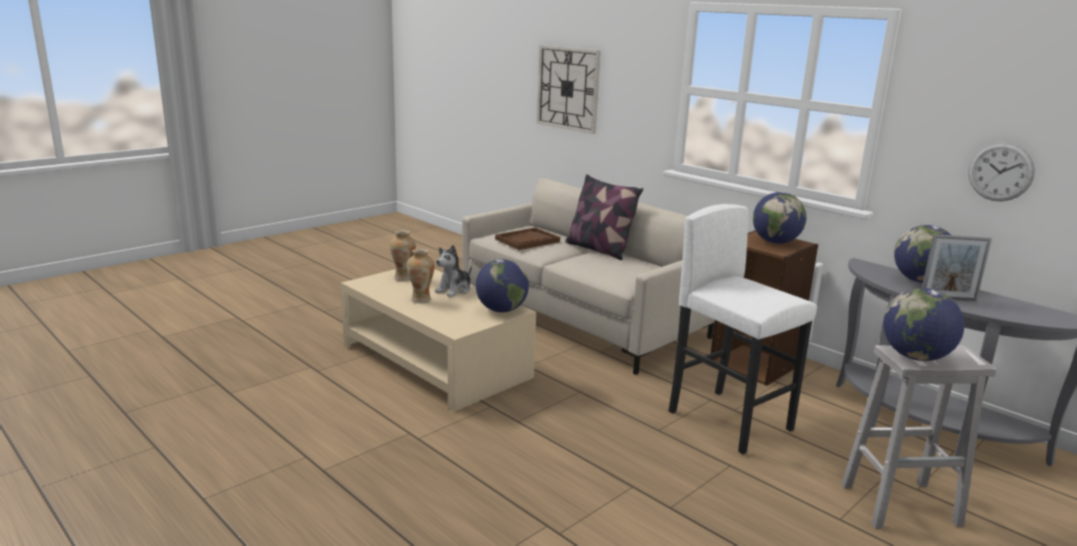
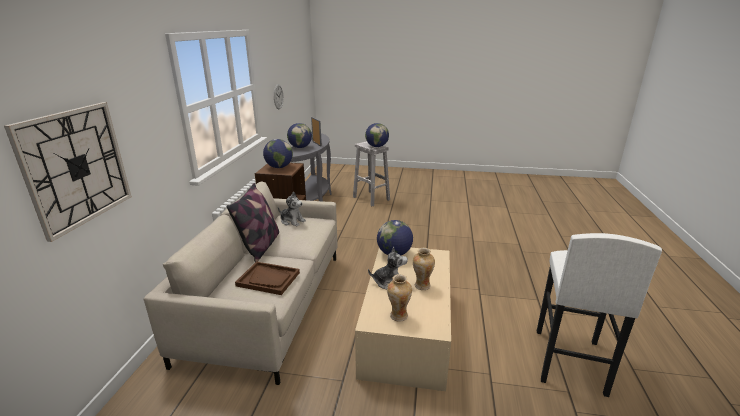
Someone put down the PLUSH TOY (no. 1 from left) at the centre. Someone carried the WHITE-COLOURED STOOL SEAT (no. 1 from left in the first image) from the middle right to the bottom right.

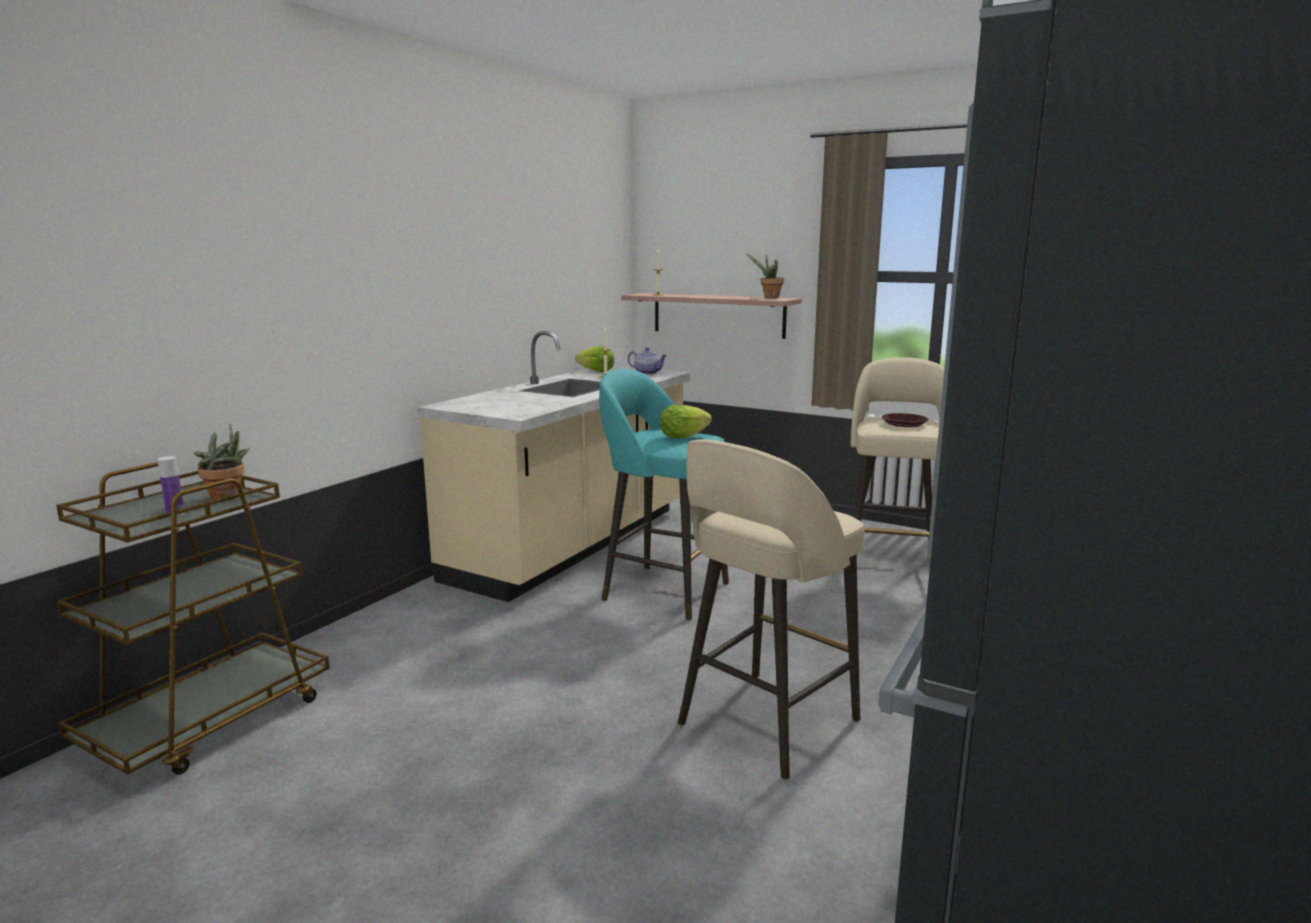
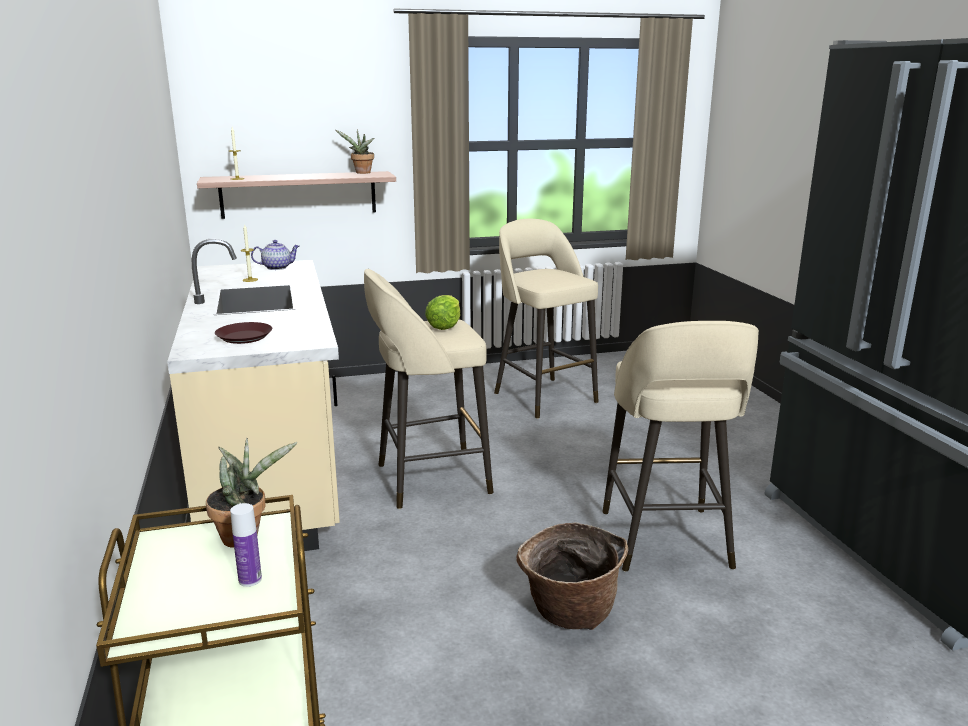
Someone took away the LETTUCE (no. 1 from left) at the centre. Someone put down the BASKET at the bottom centre. Someone carried the BROWN-COLOURED PLATE from the middle right to the middle left. Someone repainted the TURQUOISE-COLOURED STOOL SEAT at the centre, which became the BEIGE STOOL SEAT (no. 1 from left) at the centre.

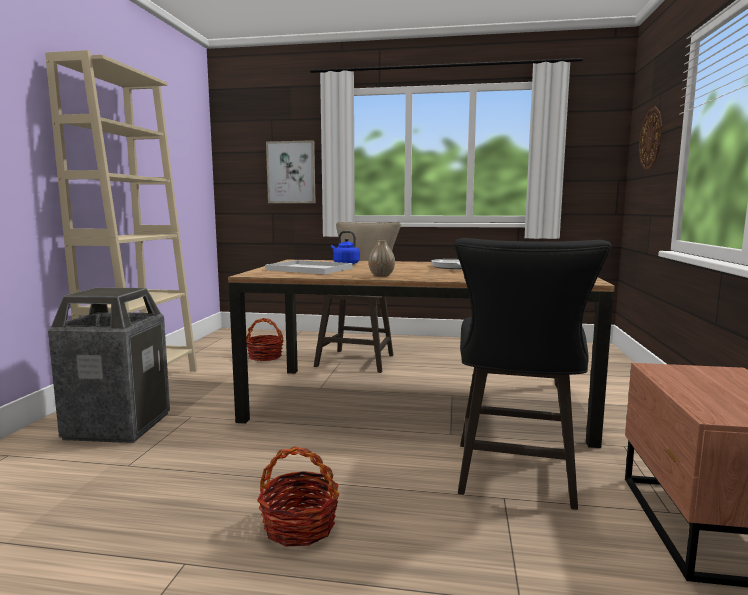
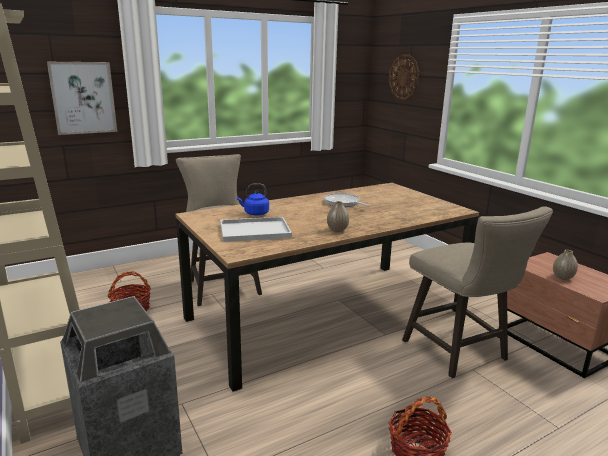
Someone put down the DECORATIVE VASE (no. 2 from left) at the middle right. Someone repainted the BLACK-COLOURED STOOL SEAT at the middle right, which became the BEIGE STOOL SEAT (no. 2 from left) at the middle right.

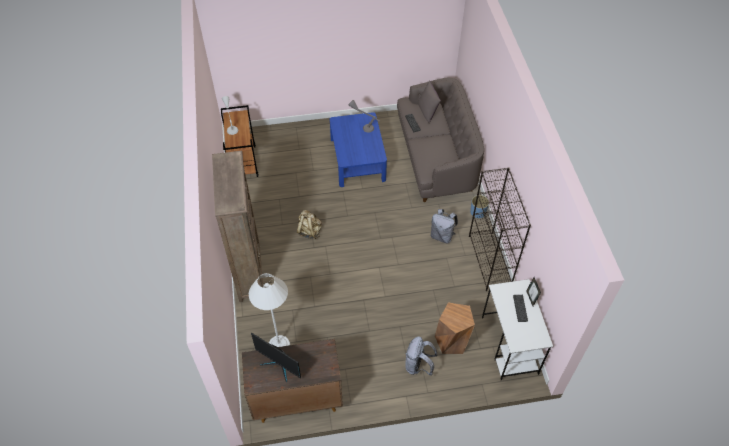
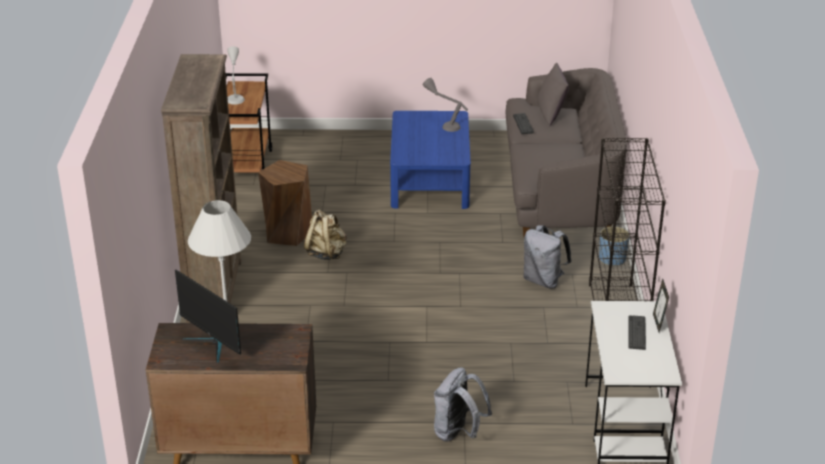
Someone carried the BROWN-COLOURED STOOL SEAT from the bottom centre to the centre.

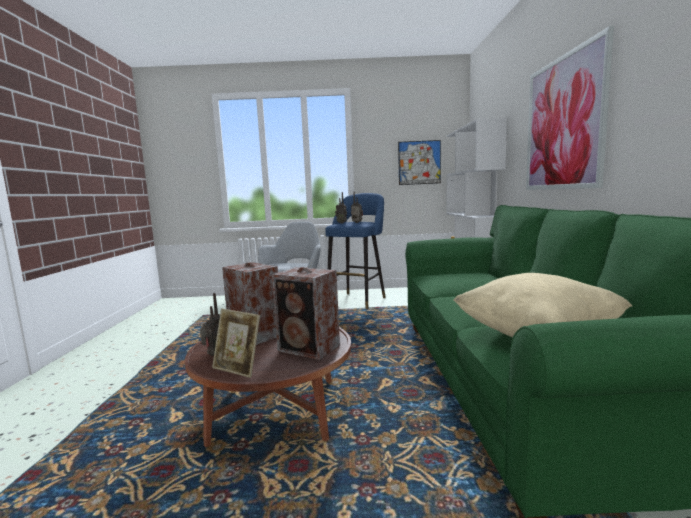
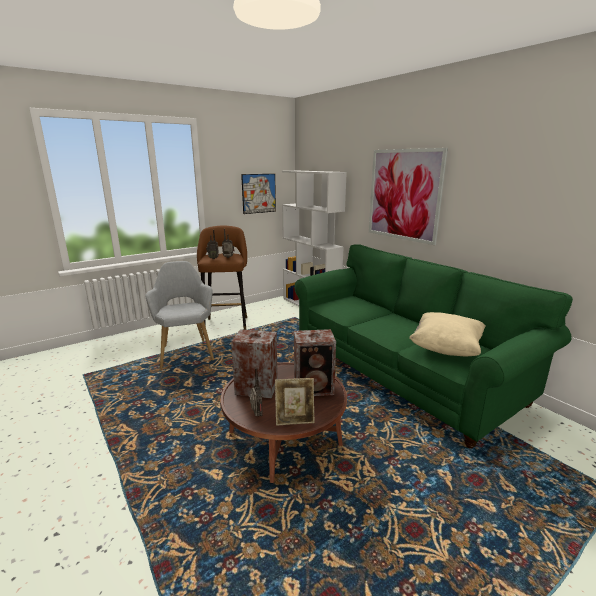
Someone repainted the BLUISH STOOL SEAT at the centre, which became the BROWN-COLOURED STOOL SEAT at the centre.

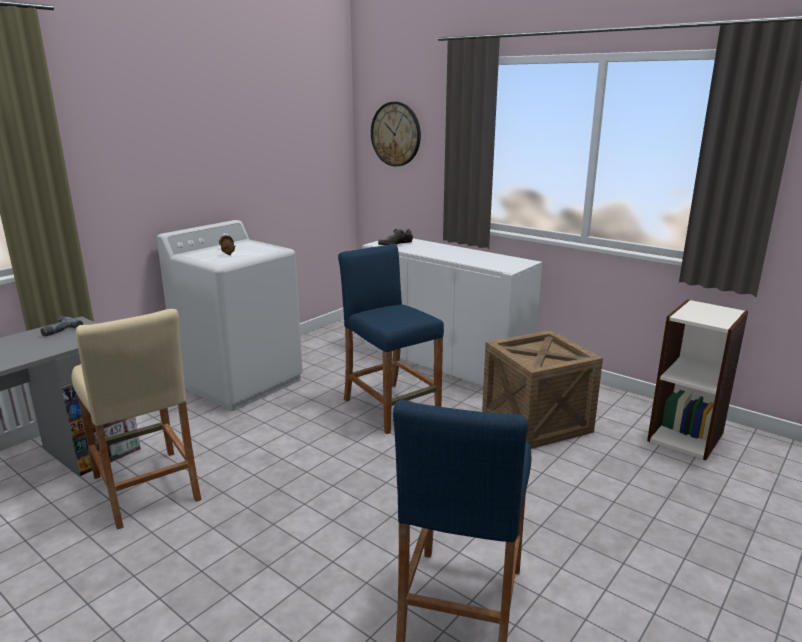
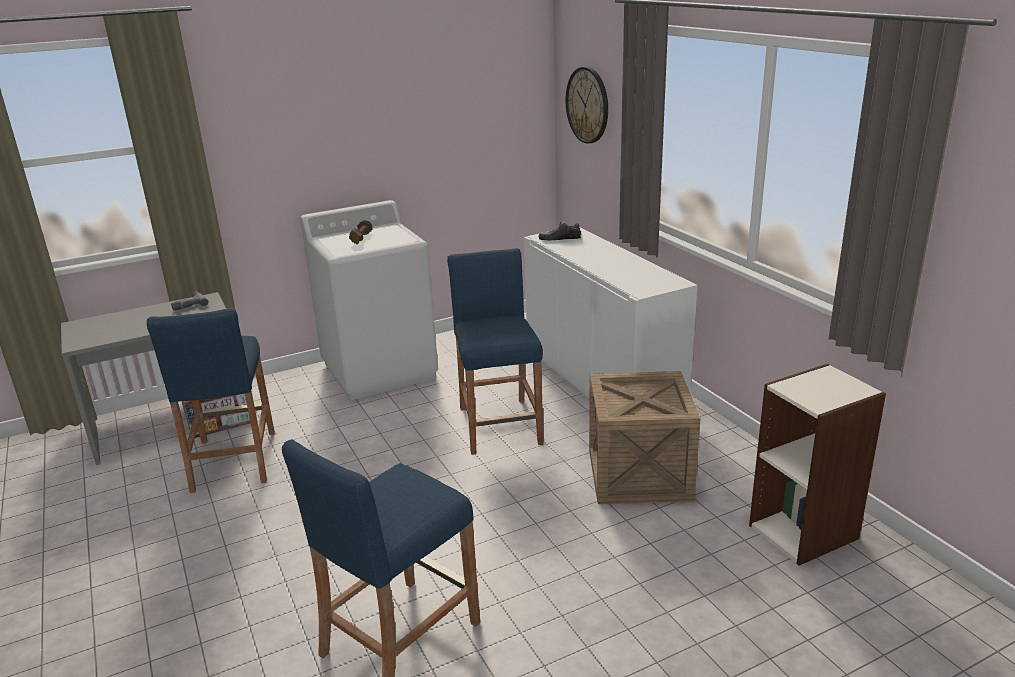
Someone repainted the BEIGE STOOL SEAT at the middle left, which became the BLUISH STOOL SEAT (no. 1 from left) at the middle left.

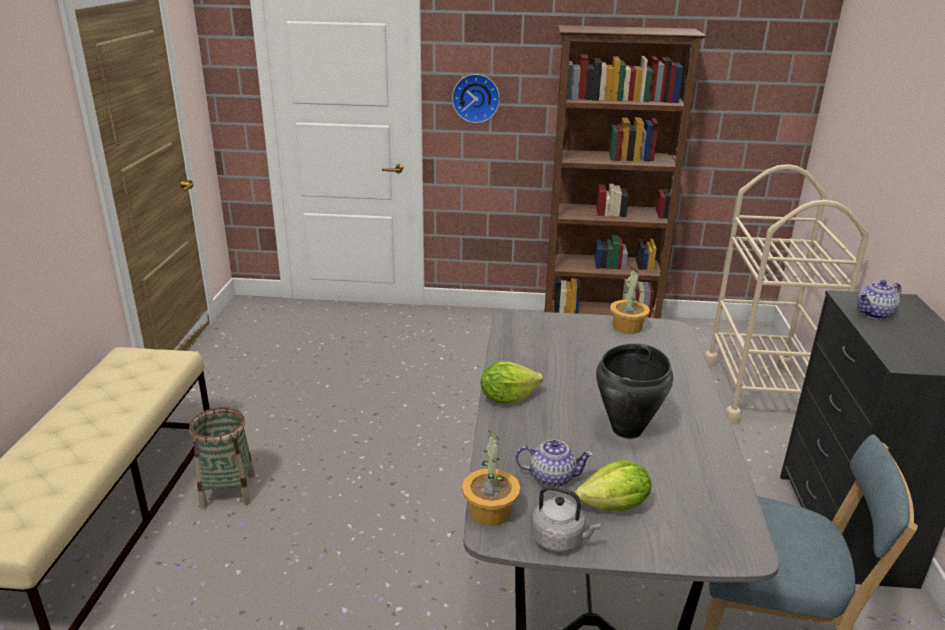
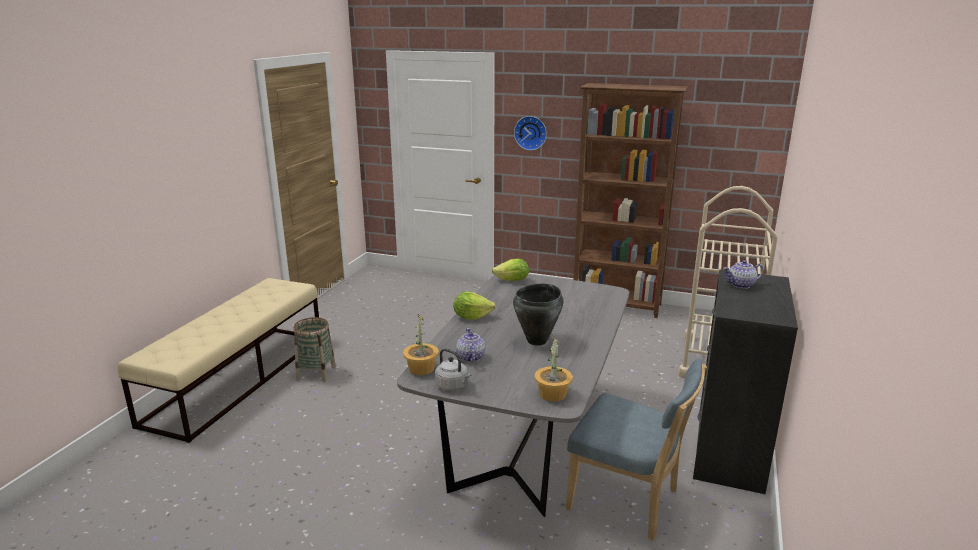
Someone carried the LETTUCE (no. 2 from left) from the bottom centre to the centre. Someone carried the HOUSEPLANT (no. 2 from left) from the middle right to the bottom centre. Someone rotated the POT FOR TEA (no. 1 from left) at the bottom centre by 120 degrees counterclockwise.

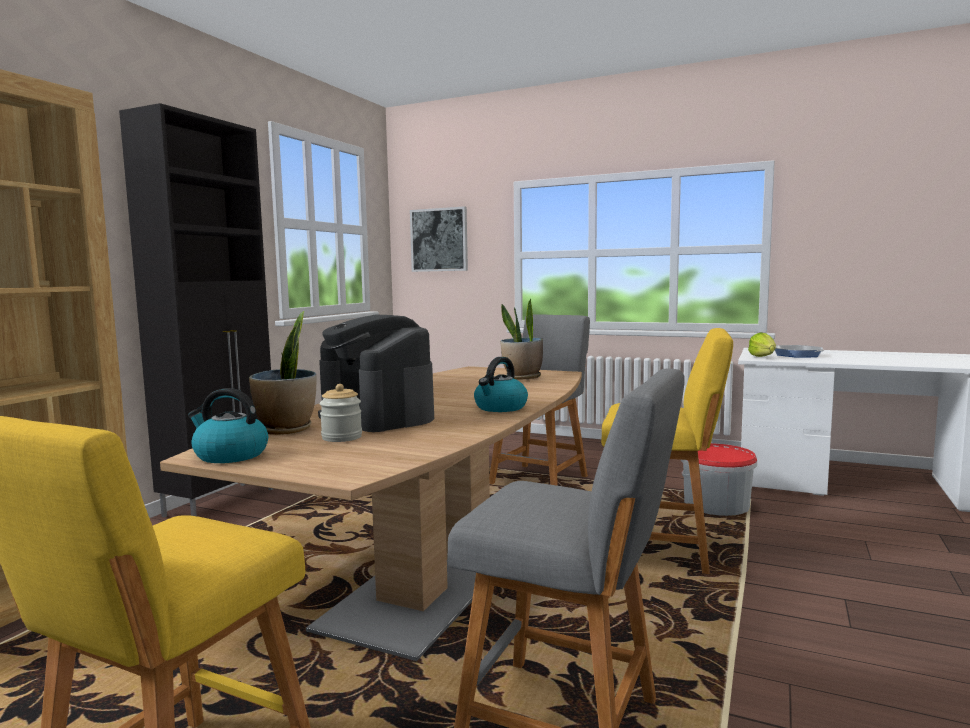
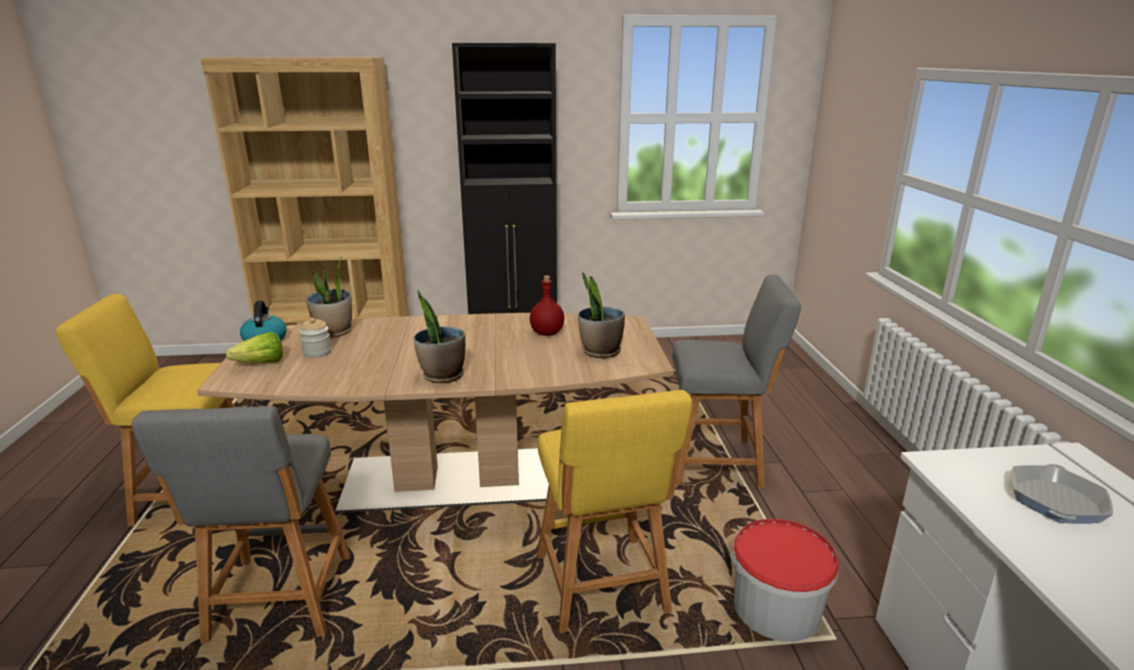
Someone took away the COFFEE MAKER at the centre. Someone took away the PICTURE at the top centre. Someone put down the RED BEVERAGE BOTTLE at the centre. Someone carried the LETTUCE from the middle right to the middle left. Someone swapped the WATER KETTLE (no. 2 from left) at the centre for the HOUSEPLANT (no. 2 from left) at the centre.

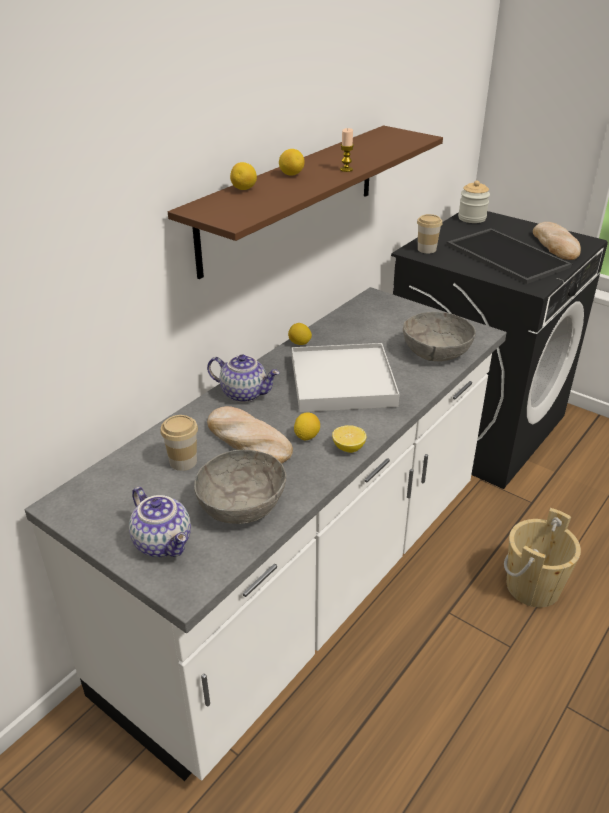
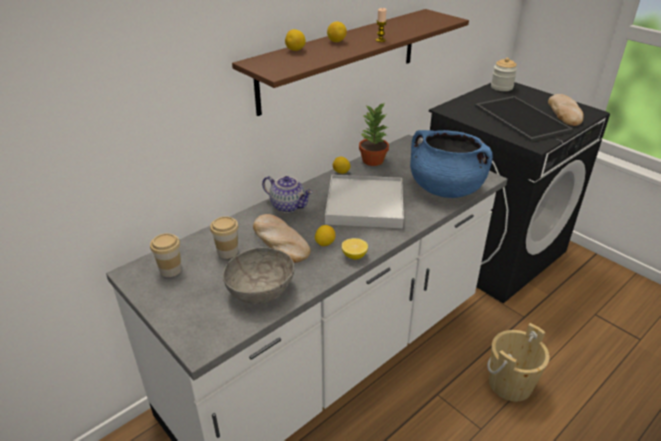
Someone took away the POT FOR TEA (no. 1 from left) at the middle left. Someone put down the HOUSEPLANT at the top centre. Someone carried the CUP (no. 2 from left in the first image) from the top right to the middle left. Someone swapped the GREYISH BOWL (no. 2 from left) at the middle right for the BLUISH COOKING POT at the middle right.

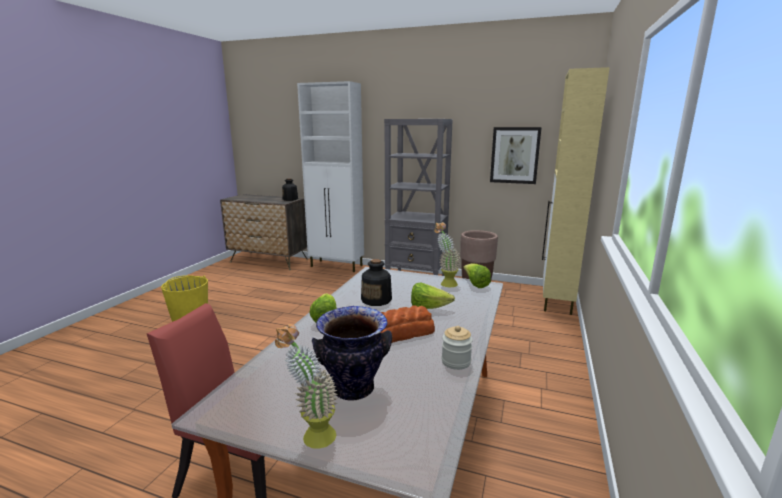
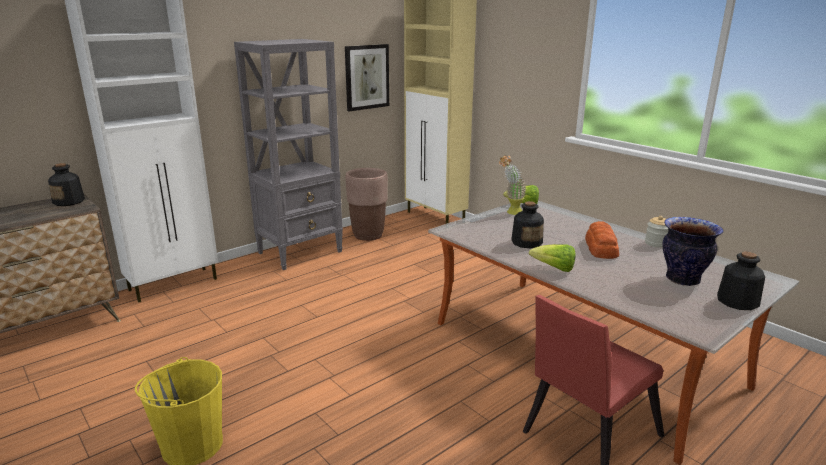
Someone took away the LETTUCE (no. 2 from left) at the centre. Someone swapped the HOUSEPLANT (no. 1 from left) at the bottom centre for the BEVERAGE BOTTLE (no. 3 from left) at the middle right.

